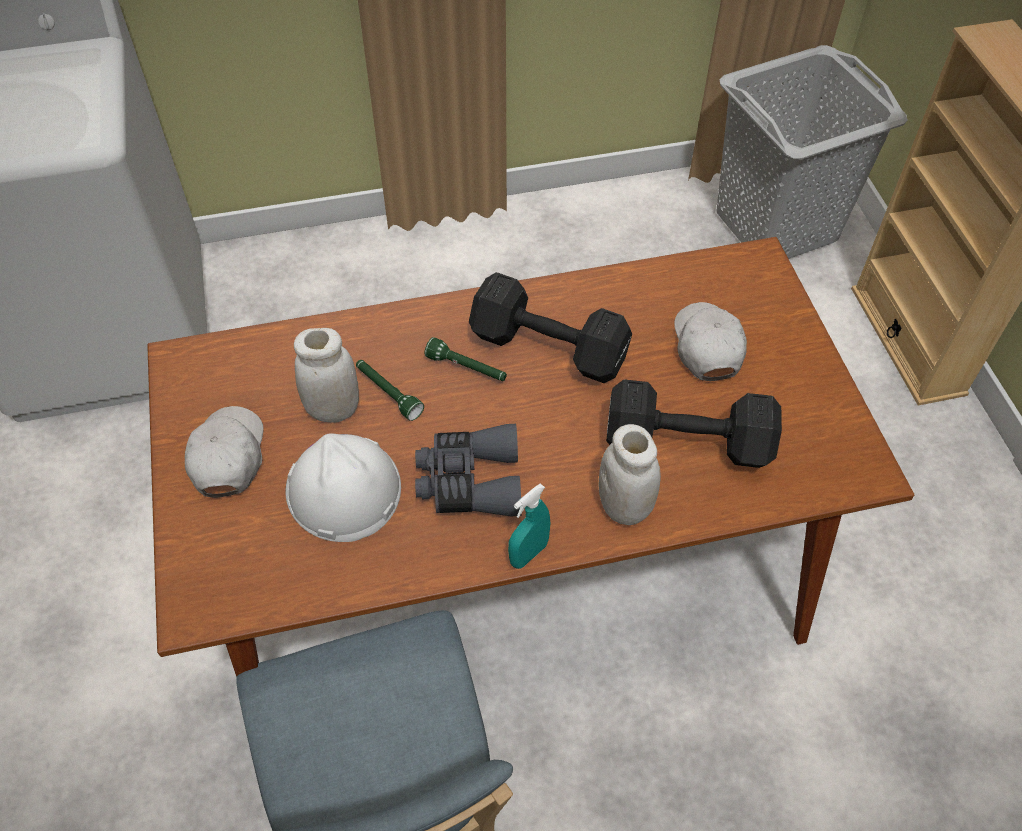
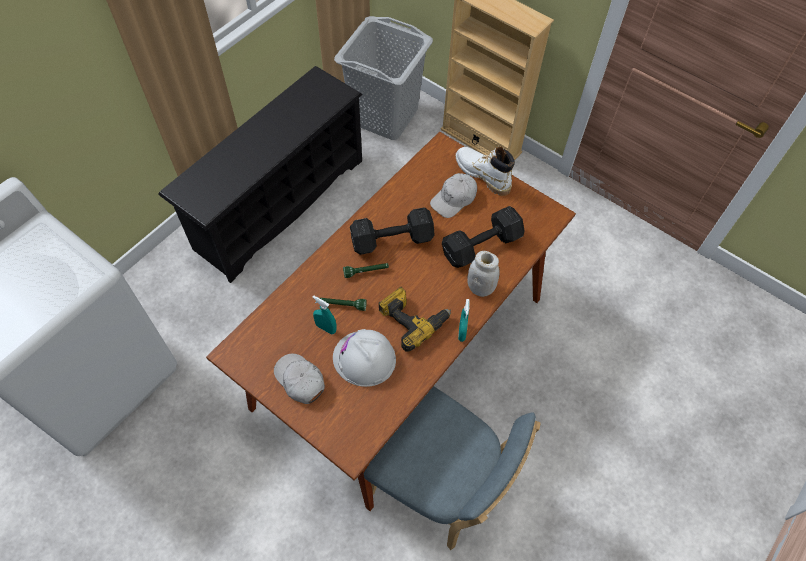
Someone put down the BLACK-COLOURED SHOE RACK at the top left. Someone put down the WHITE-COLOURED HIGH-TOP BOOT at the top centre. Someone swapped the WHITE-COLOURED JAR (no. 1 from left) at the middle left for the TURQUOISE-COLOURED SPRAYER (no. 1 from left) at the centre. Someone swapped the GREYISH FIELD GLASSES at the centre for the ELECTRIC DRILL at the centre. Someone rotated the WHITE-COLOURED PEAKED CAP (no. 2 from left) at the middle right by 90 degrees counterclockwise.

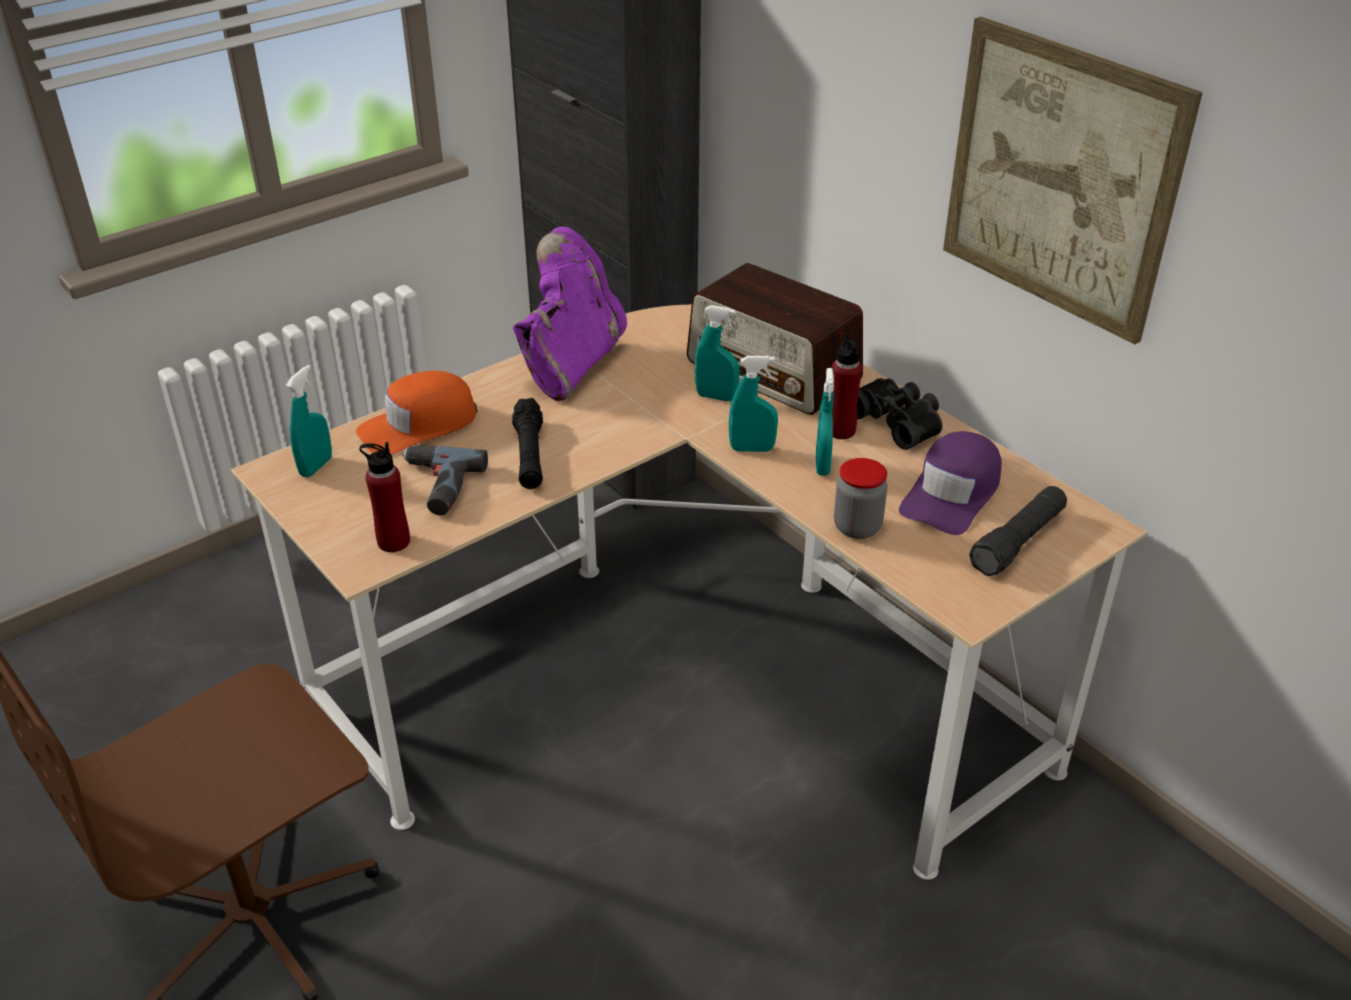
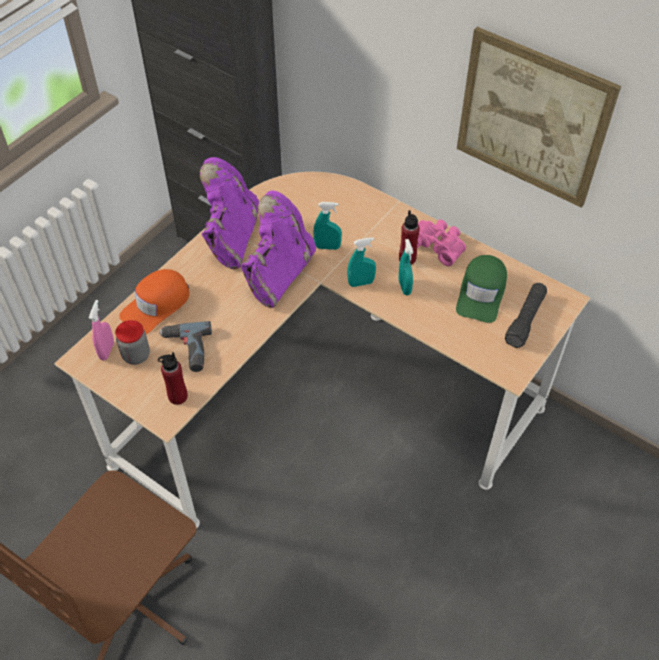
Someone took away the BLACK-COLOURED FLASHLIGHT (no. 1 from left) at the centre. Someone took away the RADIO at the centre. Someone put down the PURPLISH HIGH-TOP BOOT (no. 2 from left) at the centre. Someone carried the JAR from the centre to the middle left. Someone repainted the TURQUOISE-COLOURED SPRAYER (no. 1 from left) at the middle left, which became the PINK SPRAYER at the middle left. Someone repainted the BLACK-COLOURED FIELD GLASSES at the centre, which became the PINK FIELD GLASSES at the middle right. Someone repainted the PURPLISH PEAKED CAP at the middle right, which became the GREENISH PEAKED CAP at the middle right.

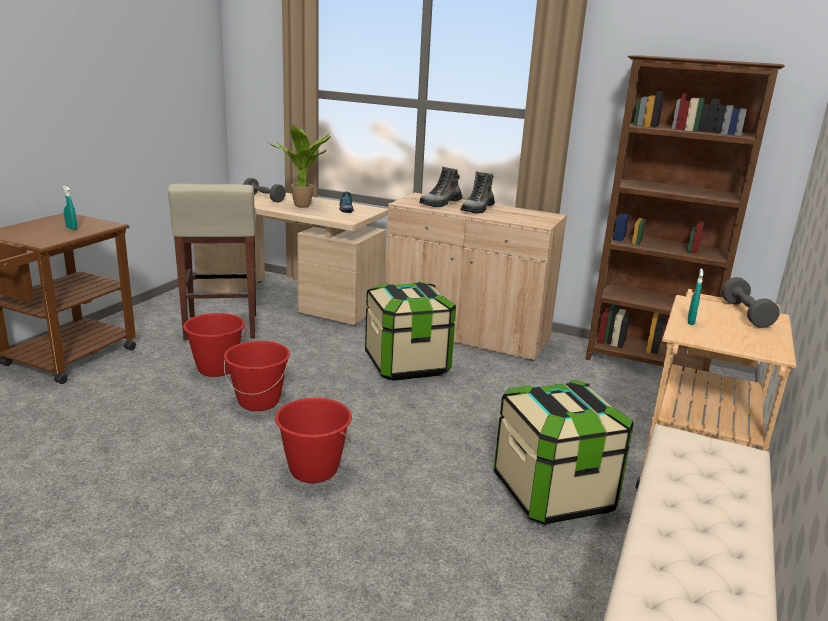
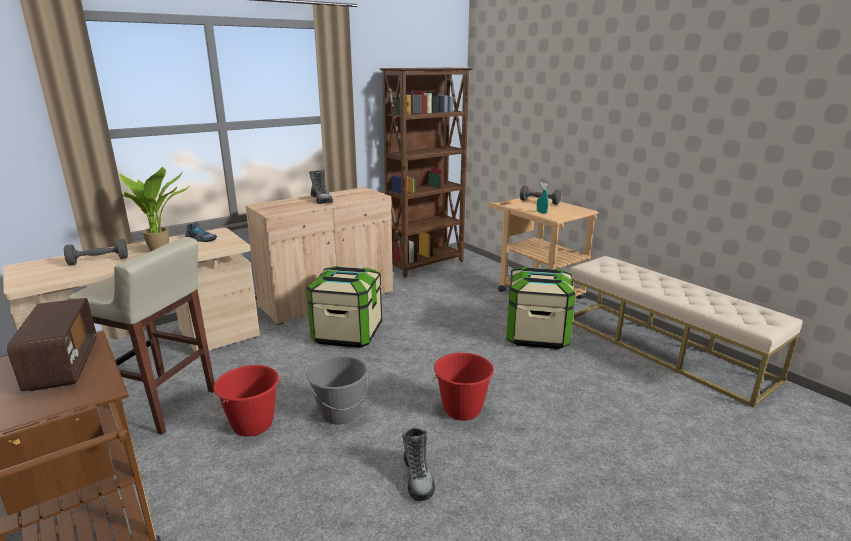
Someone carried the HIGH-TOP BOOT (no. 1 from left in the first image) from the top centre to the bottom centre. Someone swapped the TURQUOISE-COLOURED SPRAYER (no. 1 from left) at the middle left for the RADIO at the middle left. Someone repainted the RED WATER BUCKET (no. 2 from left) at the middle left, which became the GREYISH WATER BUCKET at the bottom centre.

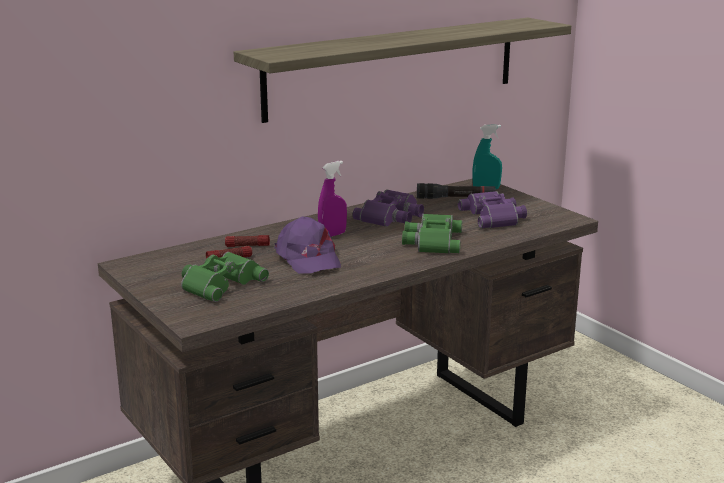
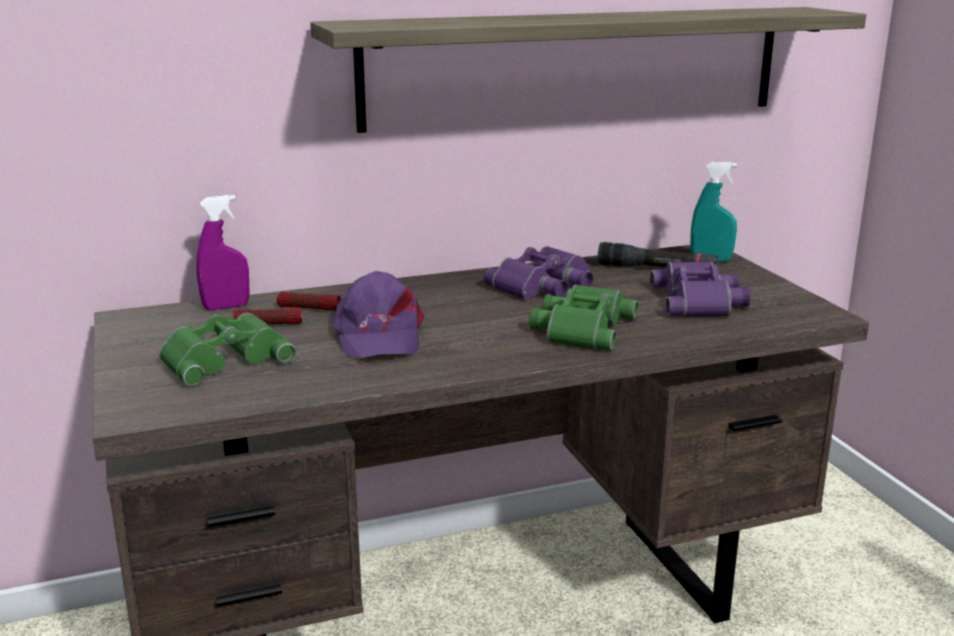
Someone carried the PURPLISH SPRAYER from the centre to the middle left.

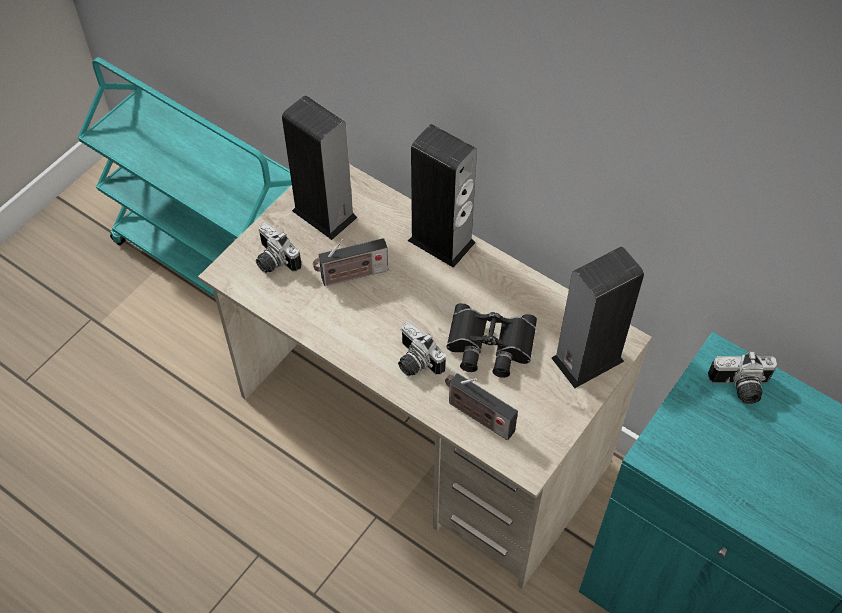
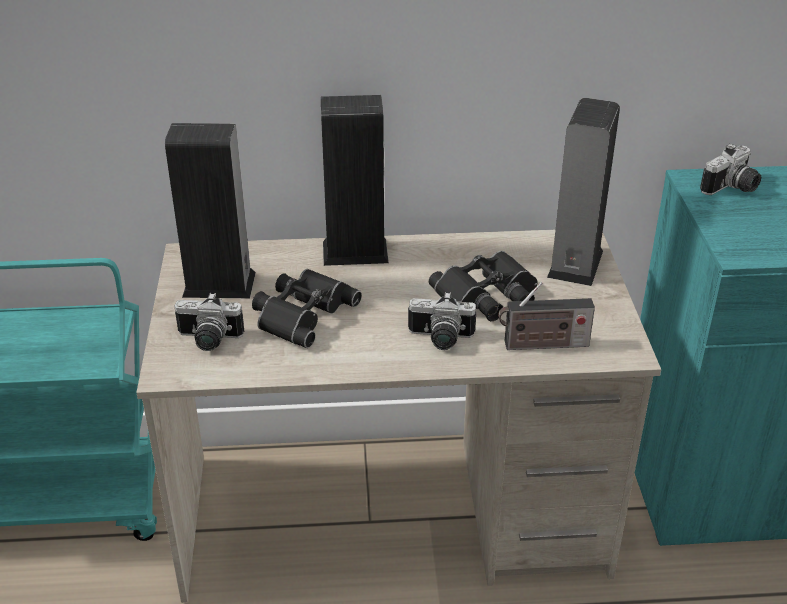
Someone swapped the RADIO (no. 1 from left) at the centre for the BLACK-COLOURED FIELD GLASSES (no. 1 from left) at the centre.

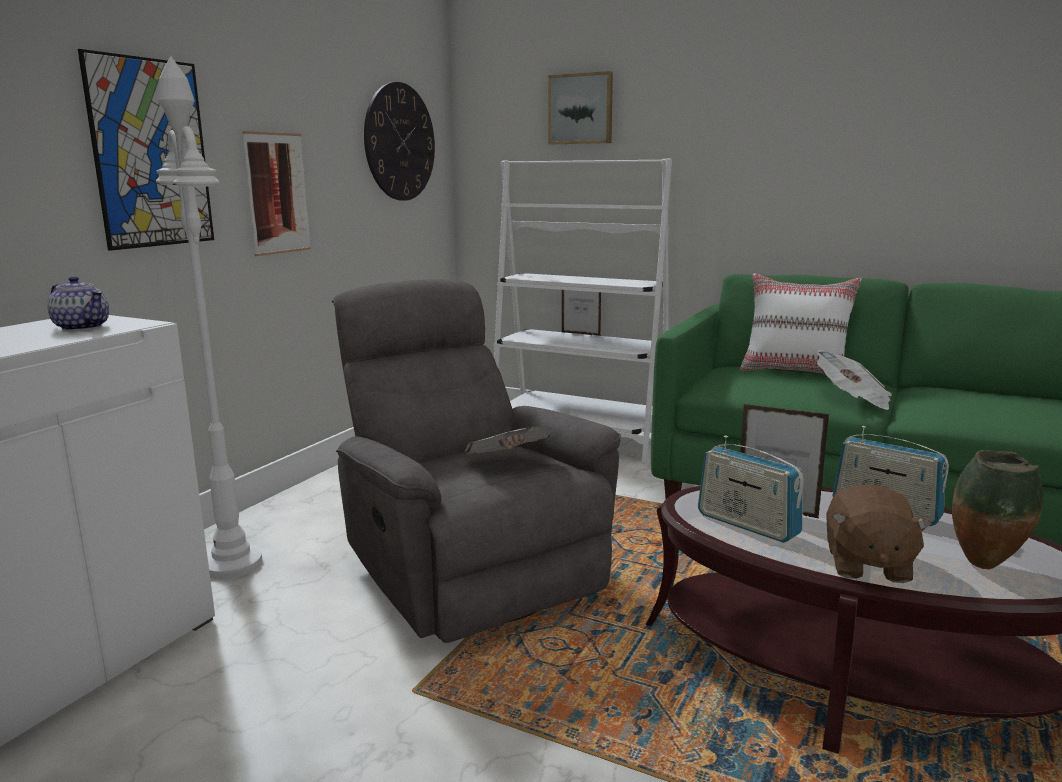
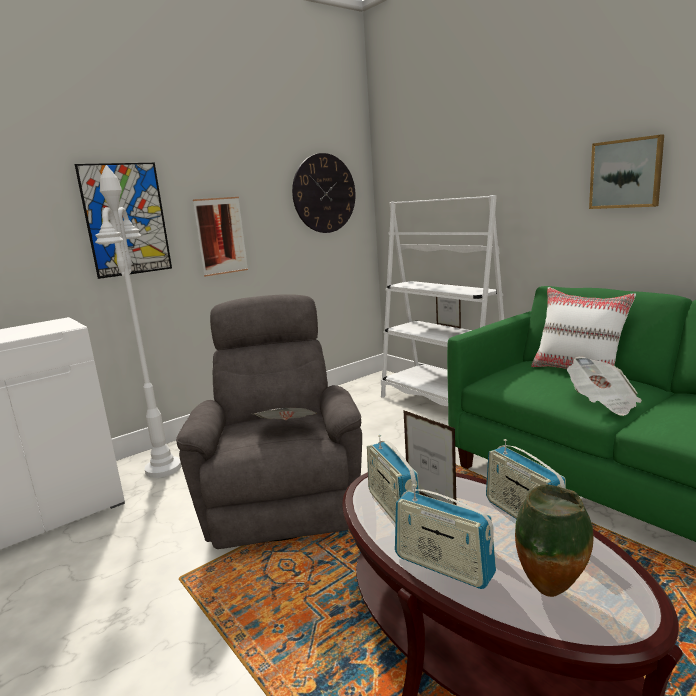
Someone took away the POT FOR TEA at the middle left. Someone carried the PICTURE (no. 3 from left) from the top centre to the top right. Someone swapped the BROWN-COLOURED PLUSH TOY at the bottom right for the RADIO (no. 2 from left) at the bottom centre.

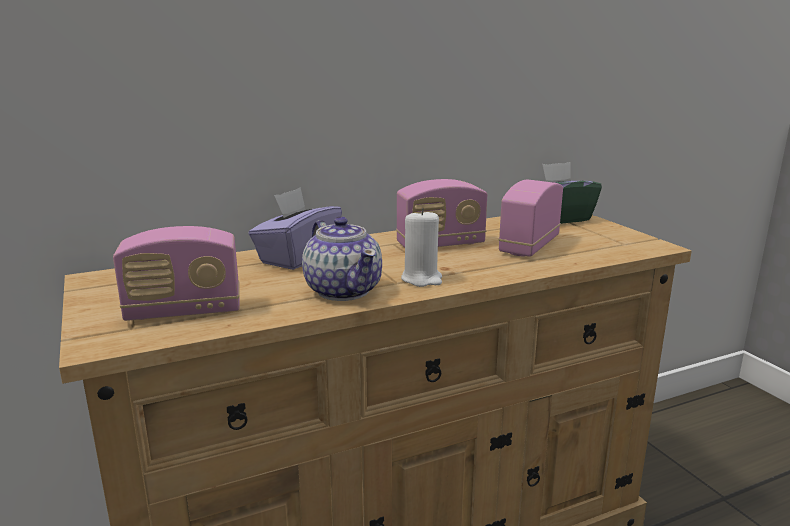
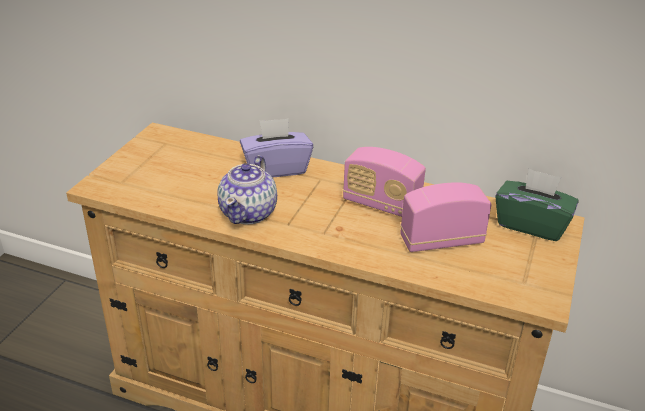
Someone took away the RADIO (no. 1 from left) at the middle left. Someone took away the WHITE-COLOURED WAX LIGHT at the centre.

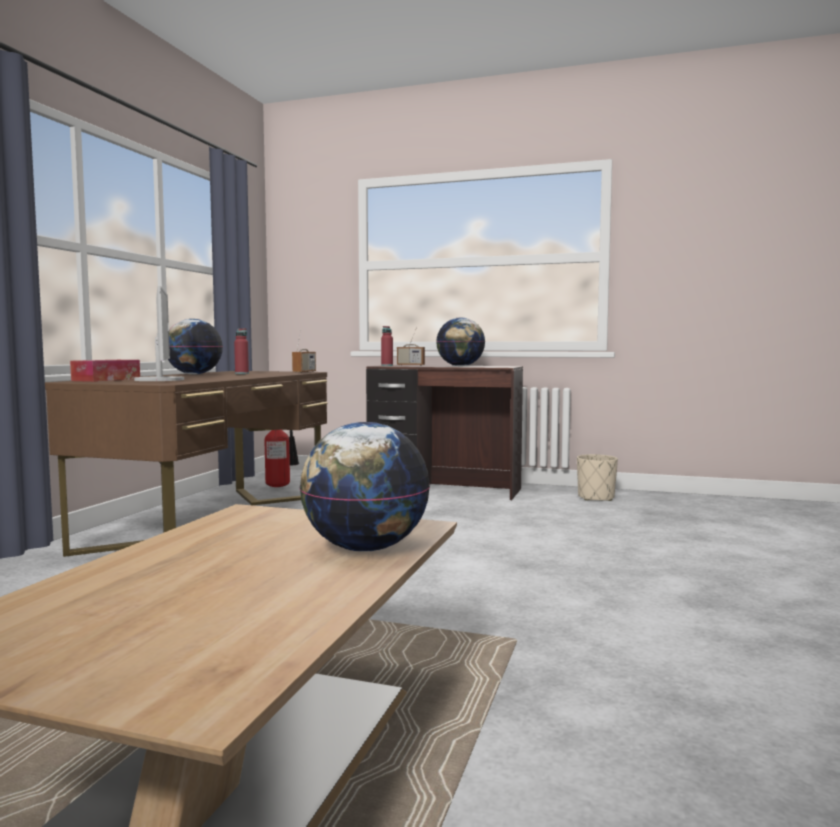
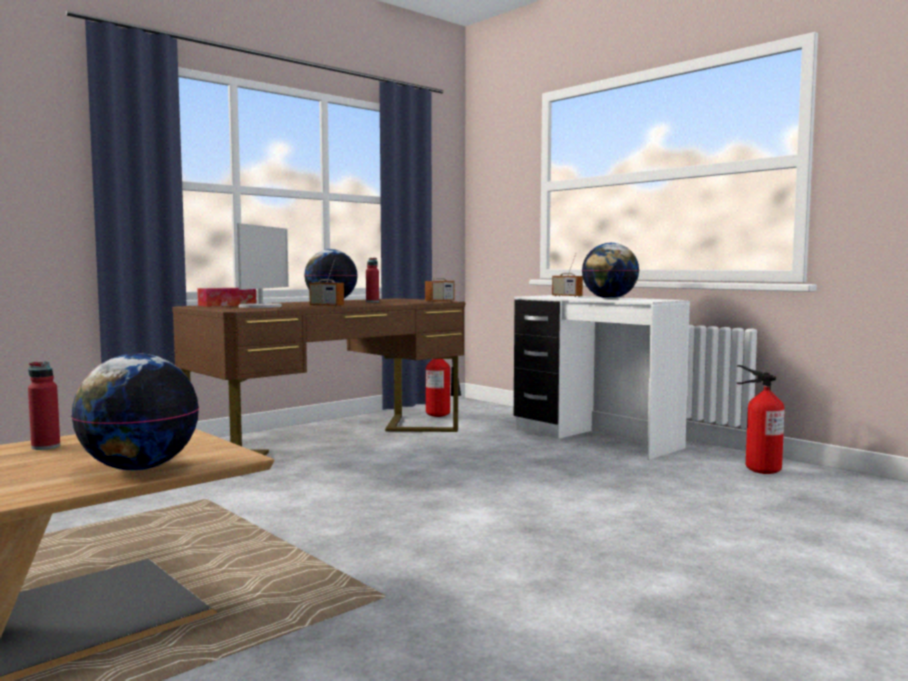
Someone put down the RADIO (no. 1 from left) at the centre. Someone carried the RED BEVERAGE BOTTLE (no. 2 from left in the first image) from the centre to the middle left. Someone swapped the BEIGE PLANT POT at the middle right for the FIRE EXTINGUISHER (no. 2 from left) at the middle right. Someone repainted the BROWN-COLOURED DESK TABLE (no. 2 from left) at the centre, which became the WHITE-COLOURED DESK TABLE at the centre.

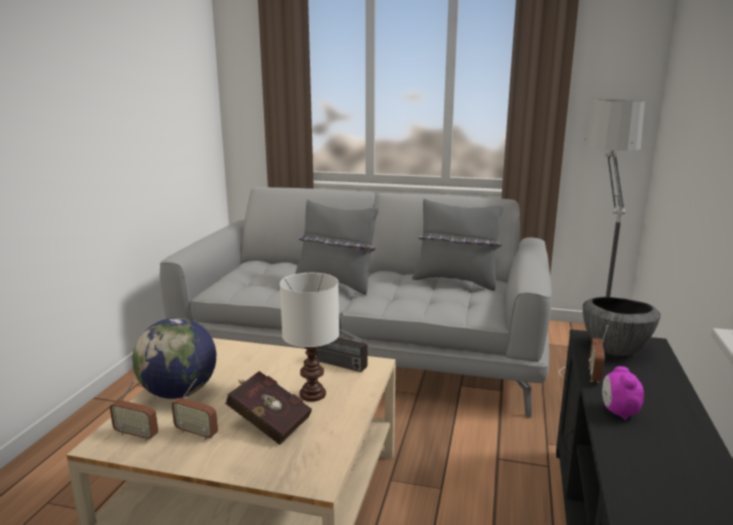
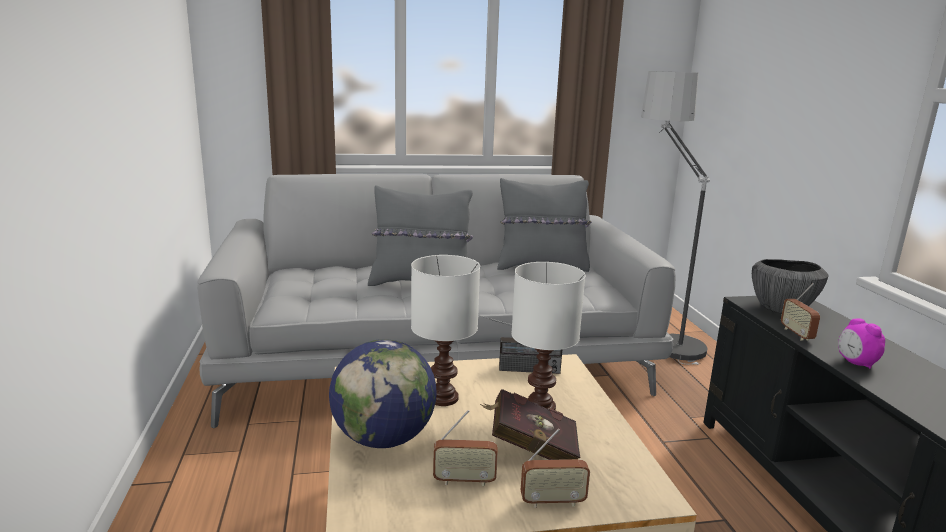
Someone put down the WHITE-COLOURED TABLETOP LAMP (no. 1 from left) at the centre. Someone carried the RADIO (no. 1 from left in the first image) from the bottom left to the bottom centre.

